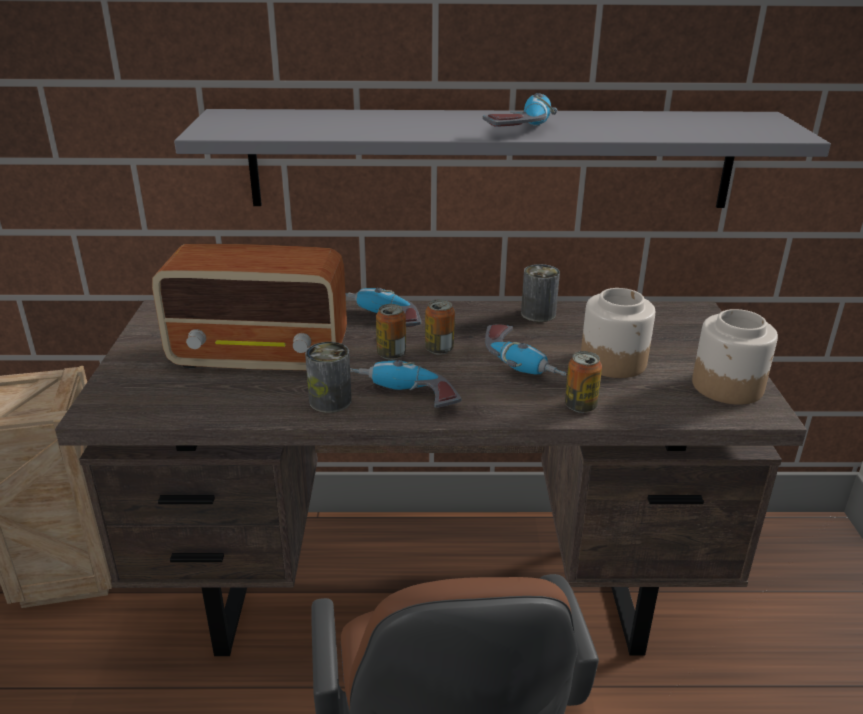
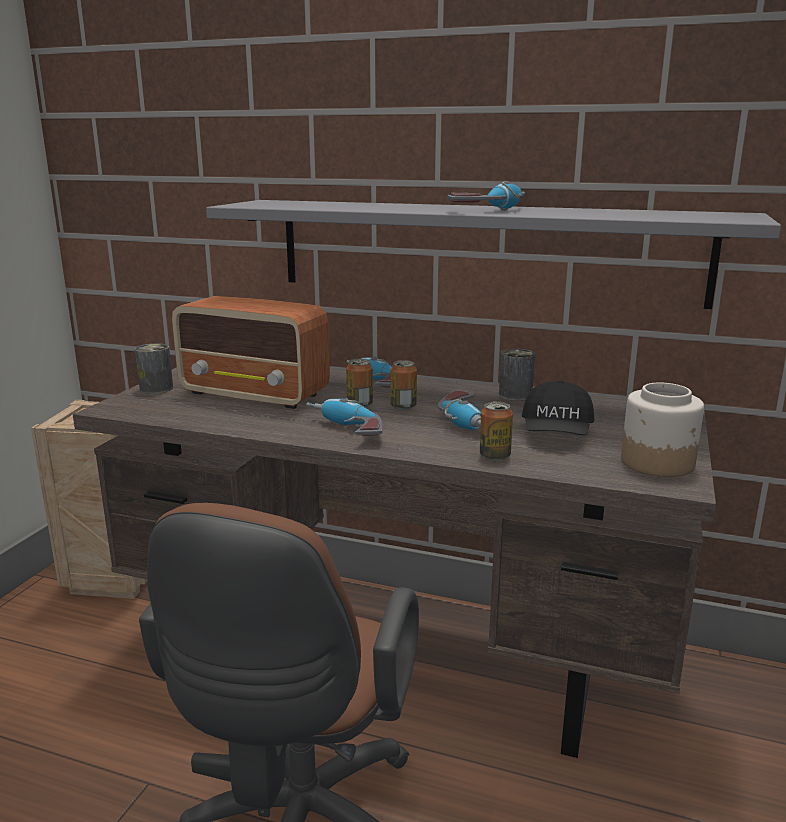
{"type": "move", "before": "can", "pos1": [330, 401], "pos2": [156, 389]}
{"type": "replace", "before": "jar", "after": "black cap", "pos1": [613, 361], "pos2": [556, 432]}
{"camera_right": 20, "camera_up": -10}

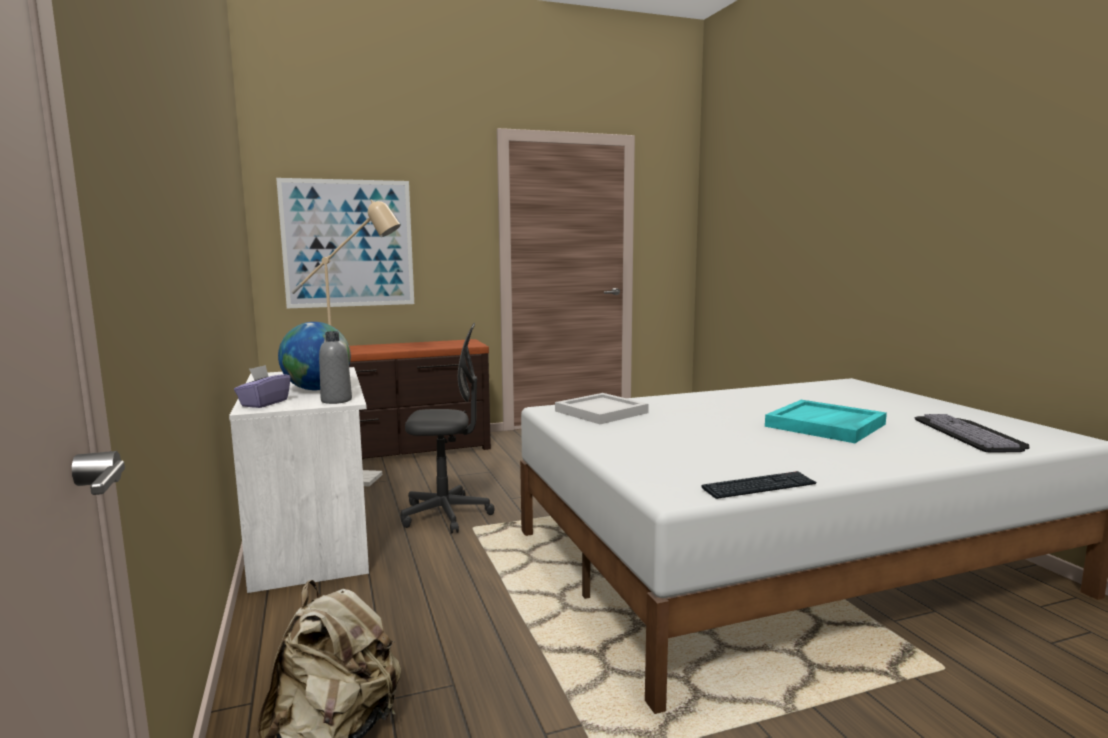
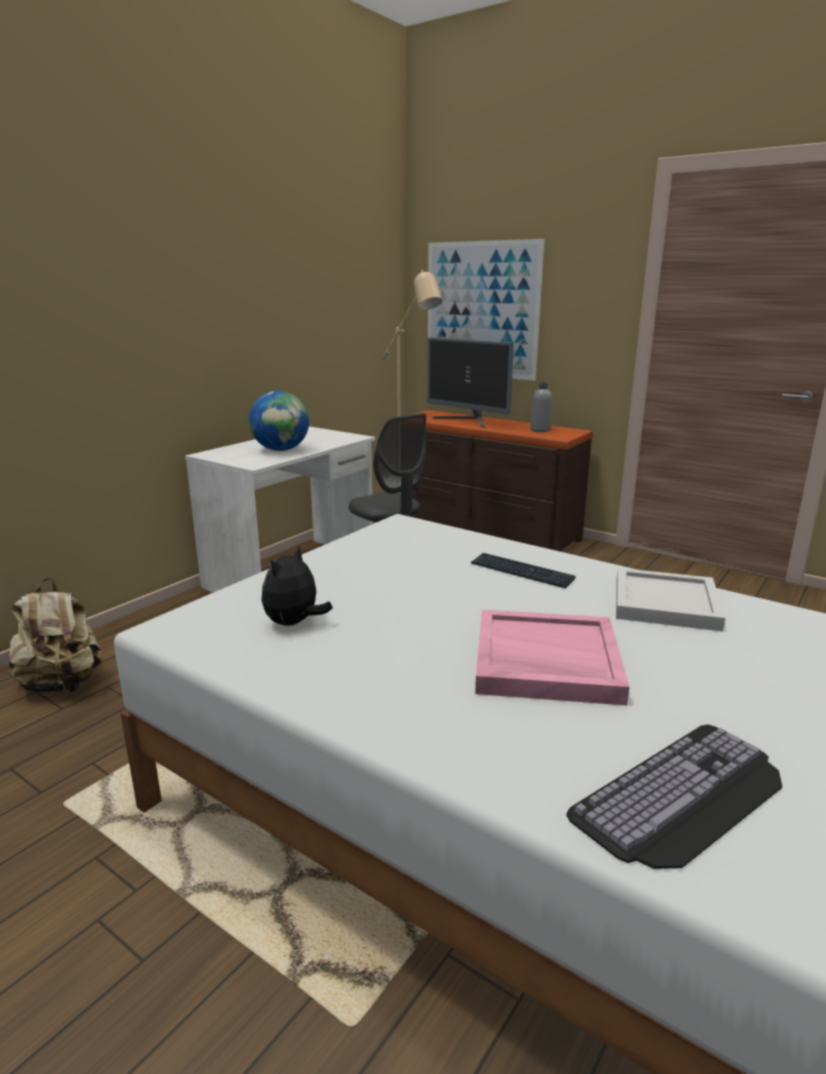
{"type": "delete", "before": "purple tissue box", "pos1": [264, 403]}
{"type": "insert", "after": "plush toy", "pos2": [294, 623]}
{"type": "insert", "after": "monitor", "pos2": [468, 421]}
{"type": "move", "before": "grey bottle", "pos1": [336, 400], "pos2": [540, 430]}
{"type": "move", "before": "white tray", "pos1": [601, 411], "pos2": [667, 603]}
{"type": "move", "before": "keyboard", "pos1": [759, 487], "pos2": [521, 572]}
{"type": "recolor", "before": "turquoise tray", "after": "pink tray", "pos1": [825, 425], "pos2": [545, 661]}
{"camera_right": 55, "camera_up": 10}

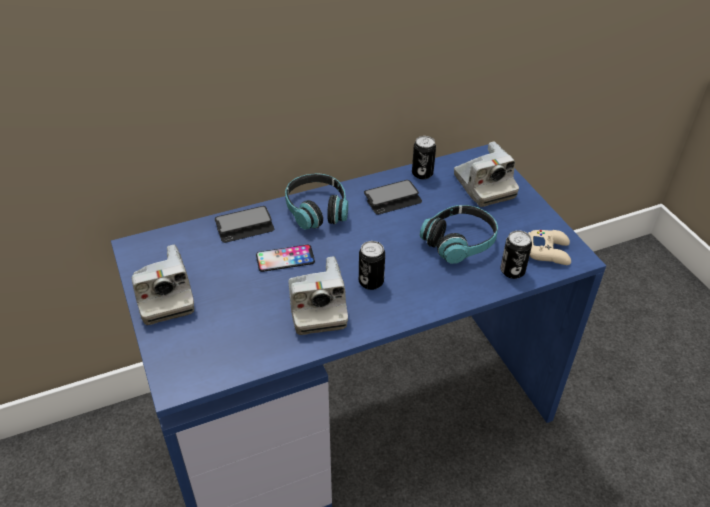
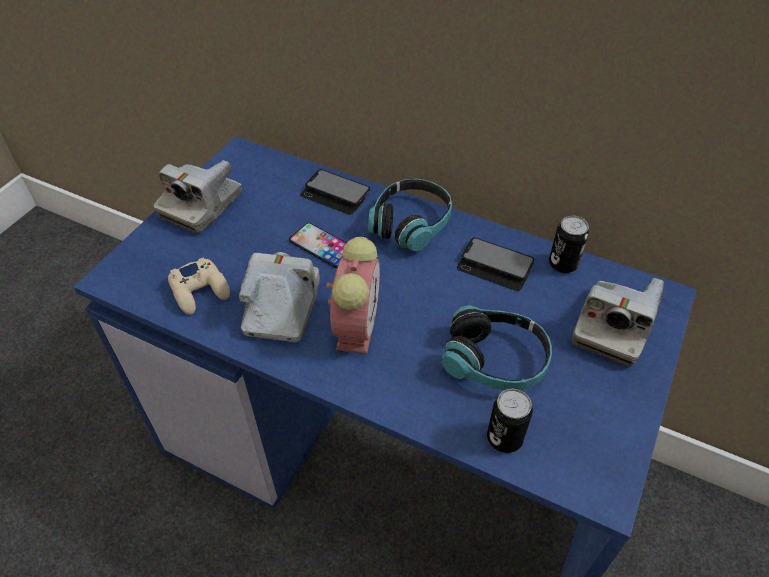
{"type": "move", "before": "beige game controller", "pos1": [548, 251], "pos2": [200, 290]}
{"type": "replace", "before": "can", "after": "alarm clock", "pos1": [371, 282], "pos2": [356, 325]}
{"type": "rotate", "before": "photo camera", "pos1": [317, 307], "pos2": [282, 308], "turn": 150}
{"camera_right": 50, "camera_up": 5}

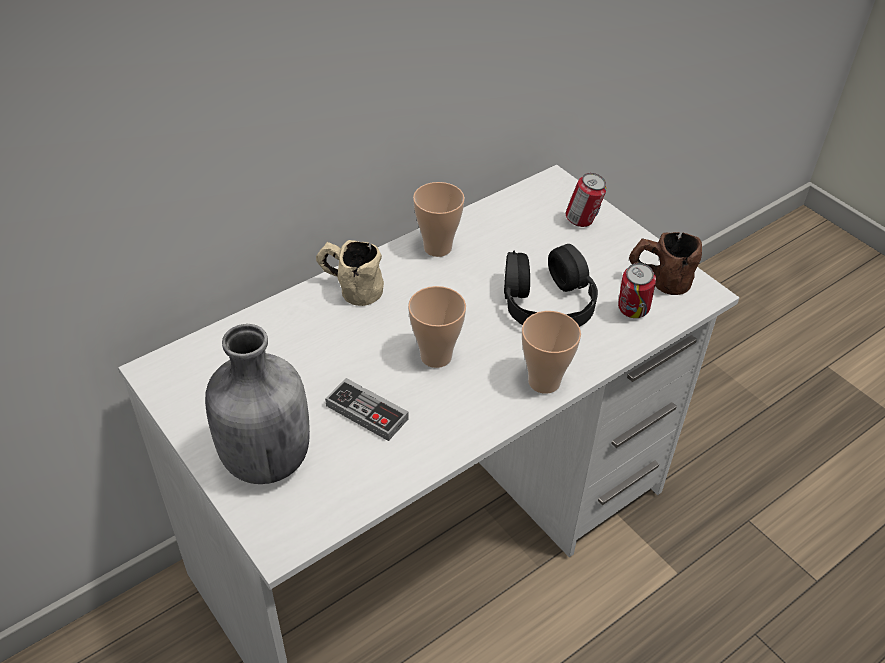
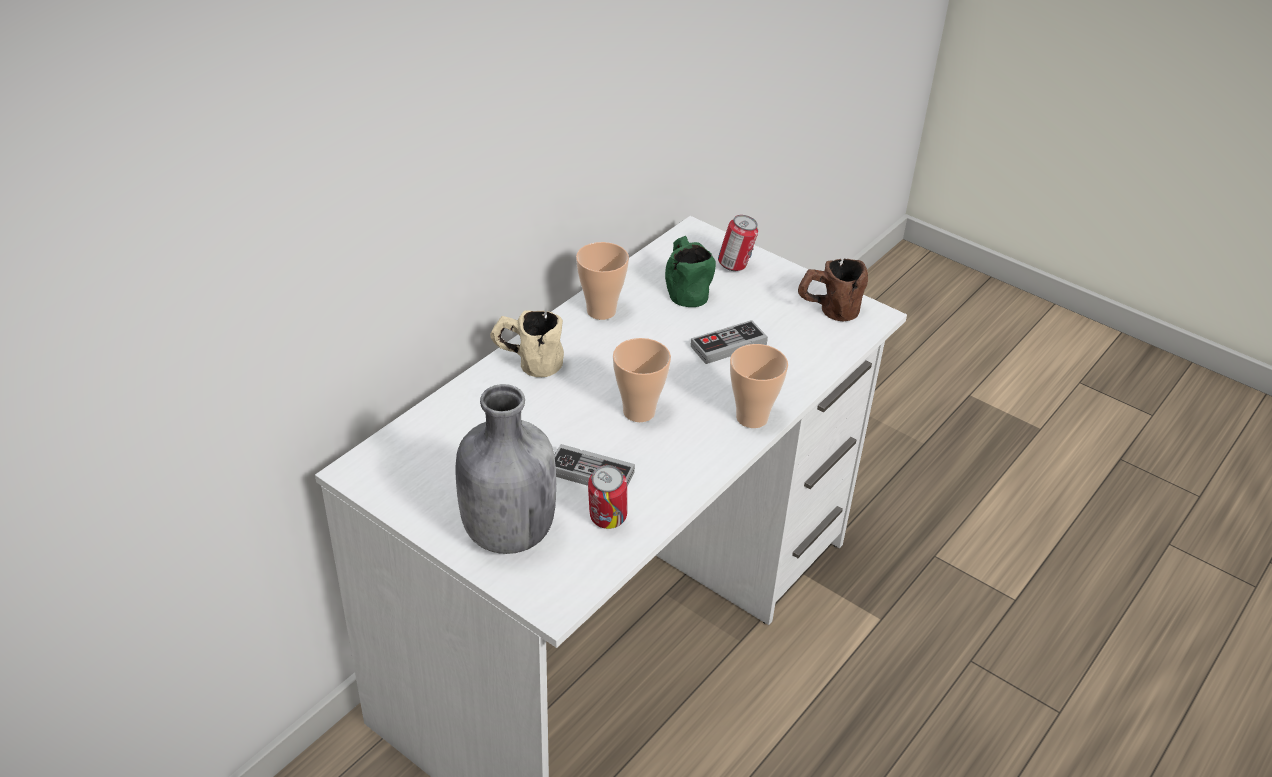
{"type": "insert", "after": "green mug", "pos2": [684, 288]}
{"type": "move", "before": "can", "pos1": [632, 312], "pos2": [607, 521]}
{"type": "replace", "before": "black headphones", "after": "game controller", "pos1": [547, 302], "pos2": [728, 345]}
{"camera_right": -15, "camera_up": -5}

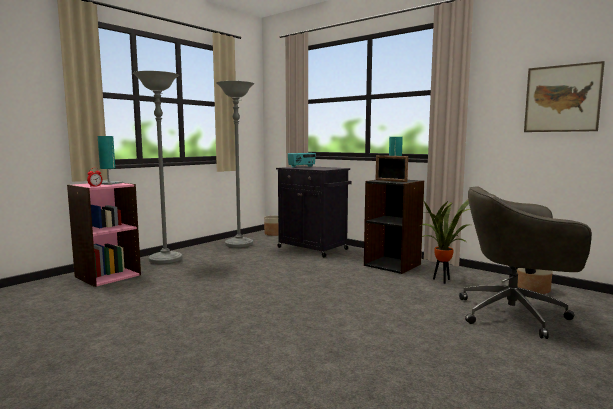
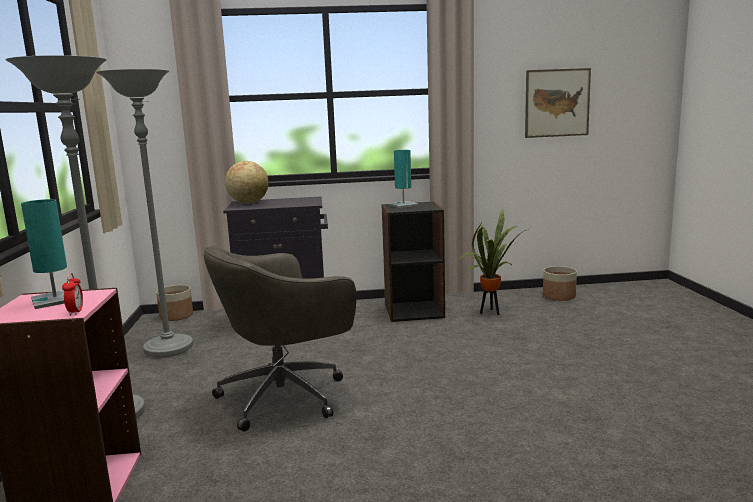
{"type": "delete", "before": "picture frame", "pos1": [390, 181]}
{"type": "move", "before": "grey office chair", "pos1": [515, 315], "pos2": [286, 396]}
{"type": "replace", "before": "radio", "after": "globe", "pos1": [302, 166], "pos2": [248, 203]}
{"camera_right": -45, "camera_up": 5}

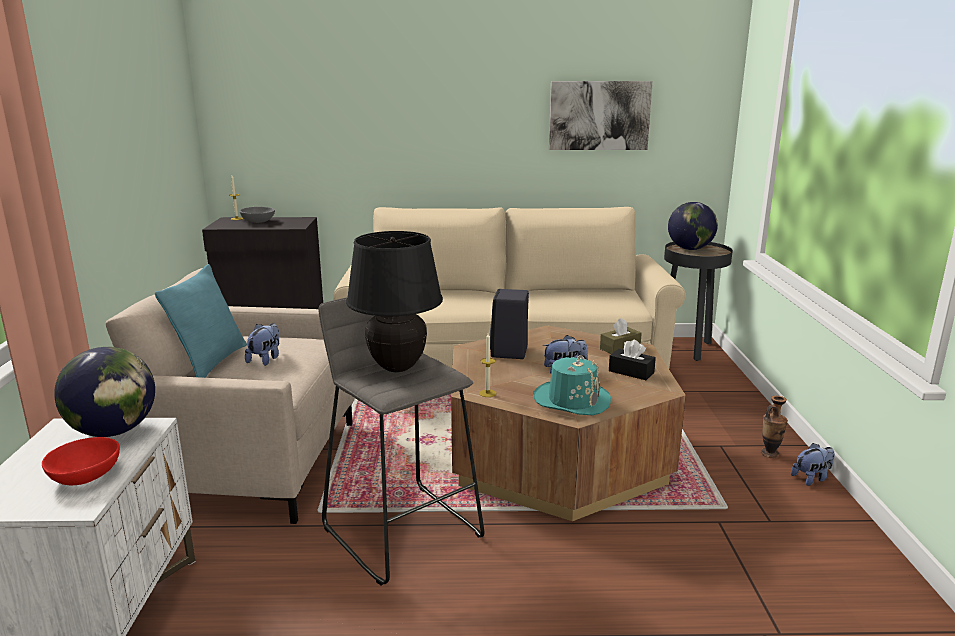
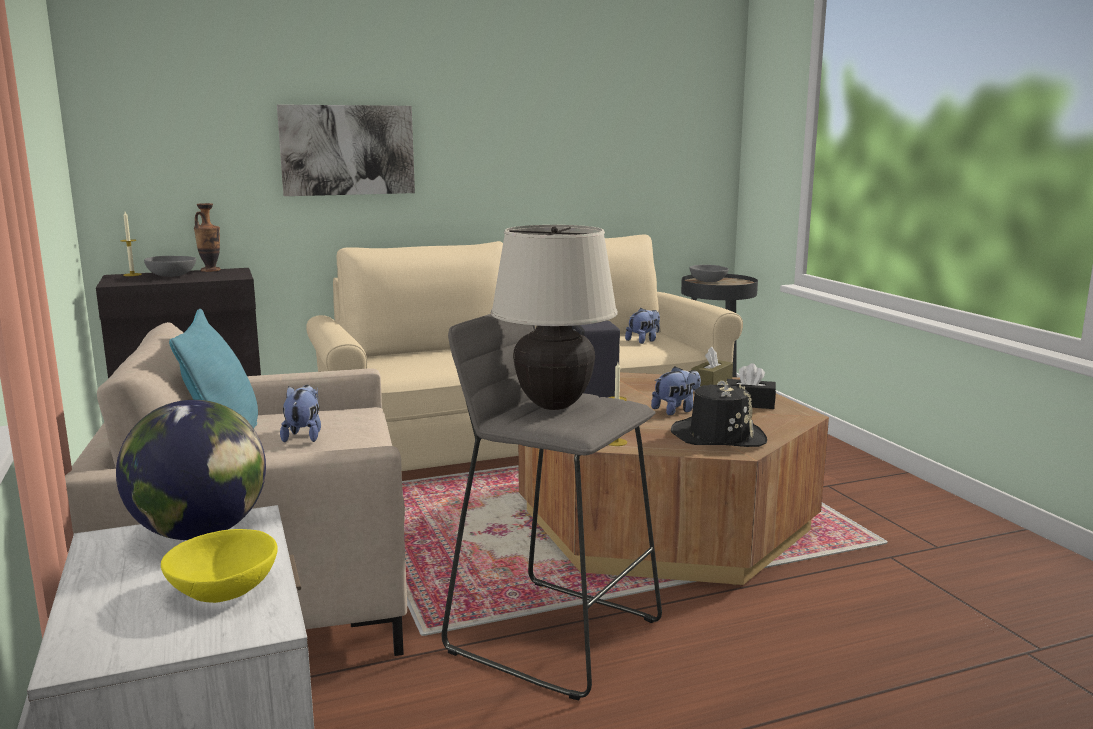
{"type": "move", "before": "picture", "pos1": [599, 115], "pos2": [347, 150]}
{"type": "move", "before": "vase", "pos1": [769, 454], "pos2": [210, 270]}
{"type": "move", "before": "plush toy", "pos1": [811, 478], "pos2": [643, 341]}
{"type": "replace", "before": "globe", "after": "grey bowl", "pos1": [690, 249], "pos2": [708, 281]}
{"type": "recolor", "before": "red bowl", "after": "yellow bowl", "pos1": [84, 476], "pos2": [222, 589]}
{"type": "recolor", "before": "black table lamp", "after": "beige table lamp", "pos1": [397, 367], "pos2": [553, 405]}
{"type": "recolor", "before": "turquoise hat", "after": "black hat", "pos1": [572, 400], "pos2": [718, 436]}
{"camera_right": -20, "camera_up": -5}

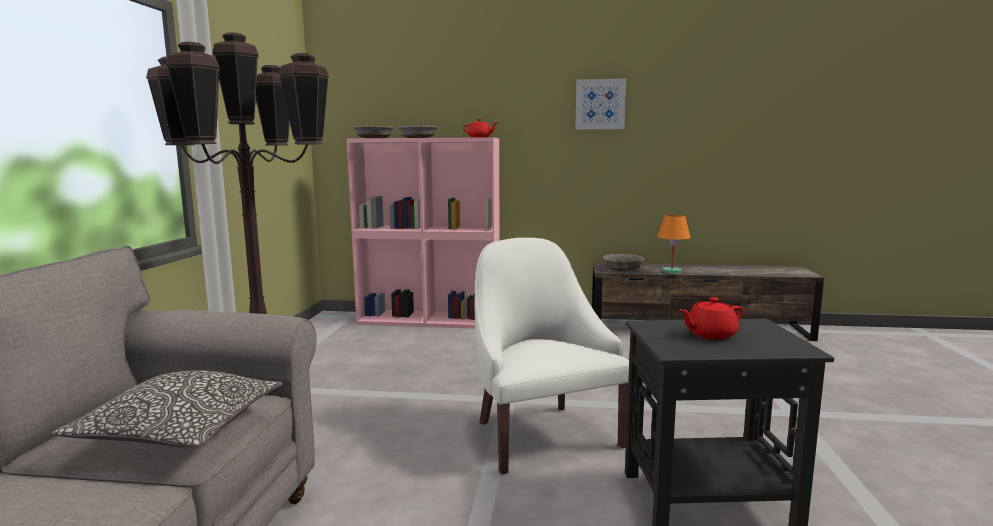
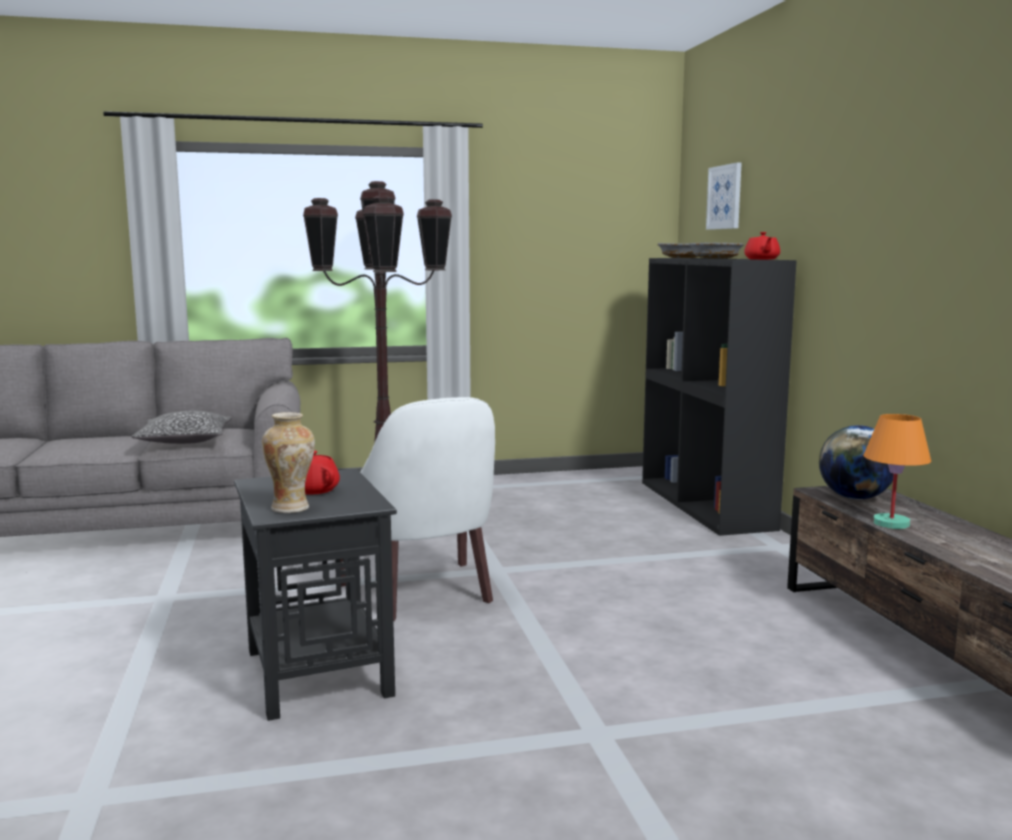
{"type": "insert", "after": "vase", "pos2": [291, 508]}
{"type": "move", "before": "picture", "pos1": [600, 104], "pos2": [725, 197]}
{"type": "replace", "before": "grey bowl", "after": "globe", "pos1": [622, 268], "pos2": [854, 498]}
{"type": "recolor", "before": "pink bookcase", "after": "black bookcase", "pos1": [431, 320], "pos2": [706, 505]}
{"type": "rotate", "before": "white armchair", "pos1": [542, 434], "pos2": [422, 592], "turn": 105}
{"camera_right": 70, "camera_up": 0}

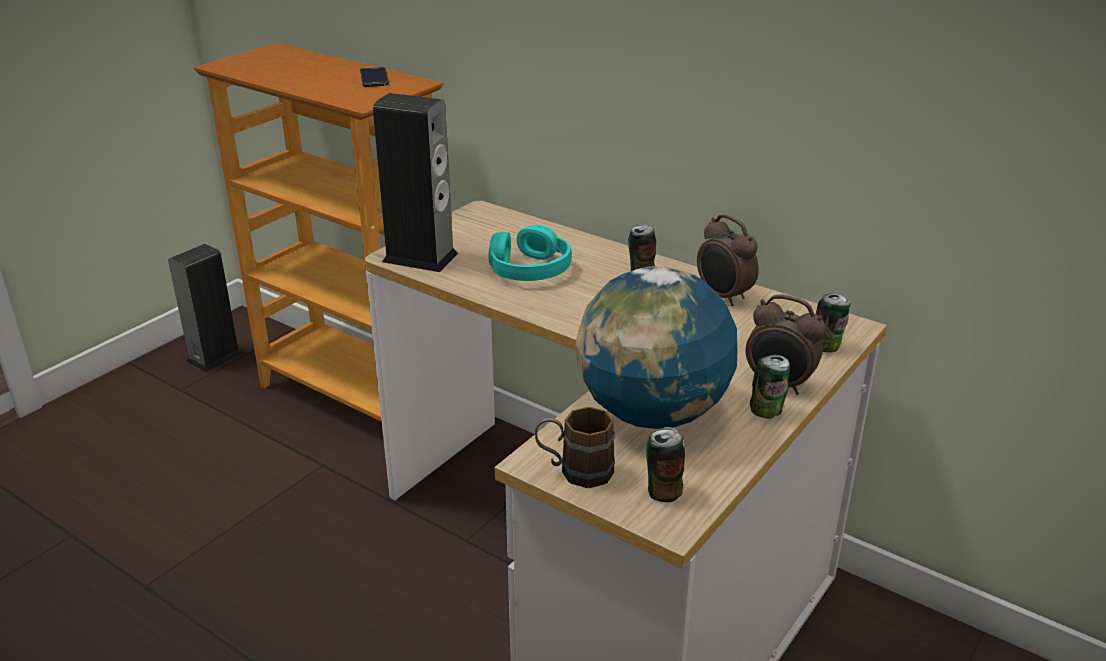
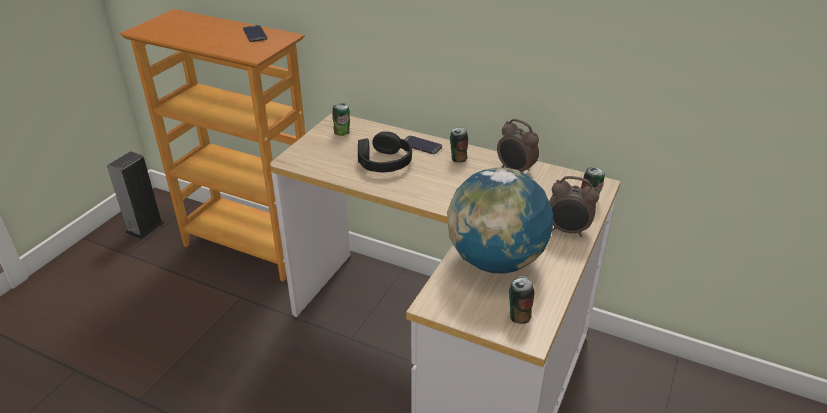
{"type": "delete", "before": "speaker", "pos1": [420, 257]}
{"type": "delete", "before": "brown mug", "pos1": [574, 471]}
{"type": "insert", "after": "phone", "pos2": [421, 145]}
{"type": "move", "before": "can", "pos1": [767, 412], "pos2": [342, 133]}
{"type": "recolor", "before": "turquoise headphones", "after": "black headphones", "pos1": [529, 269], "pos2": [384, 162]}
{"camera_right": -10, "camera_up": 5}

